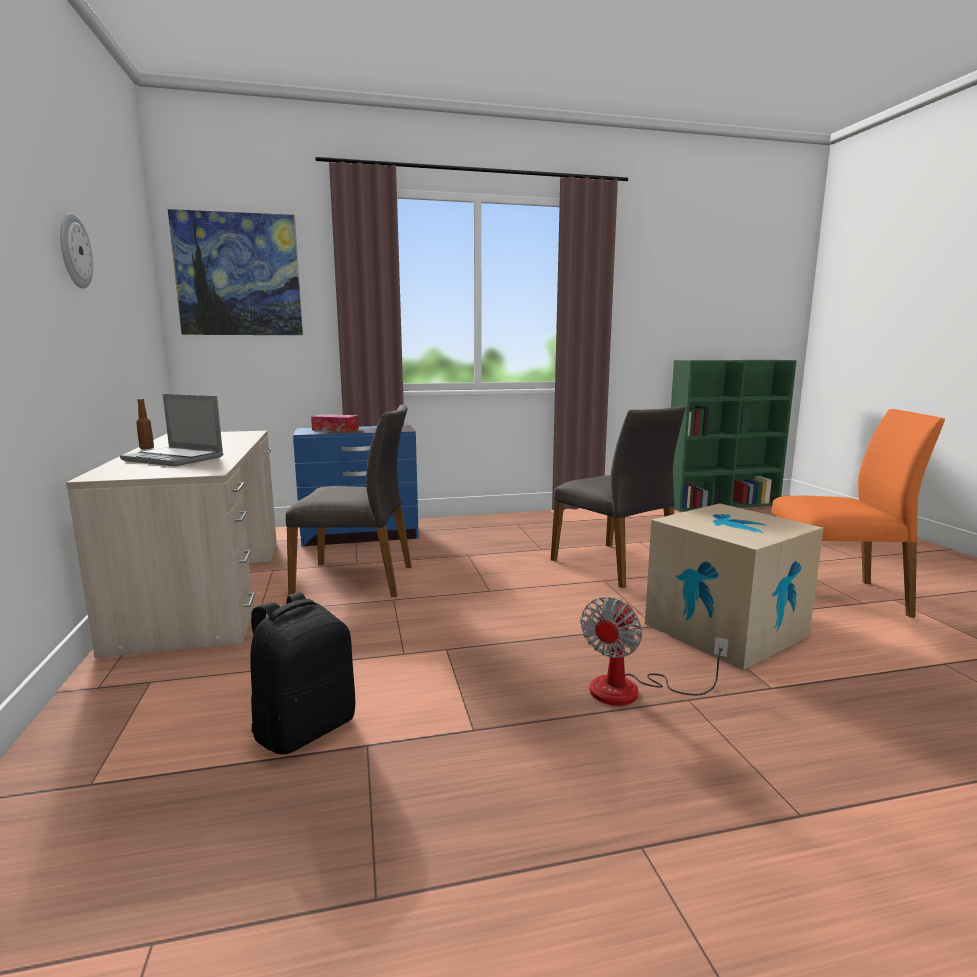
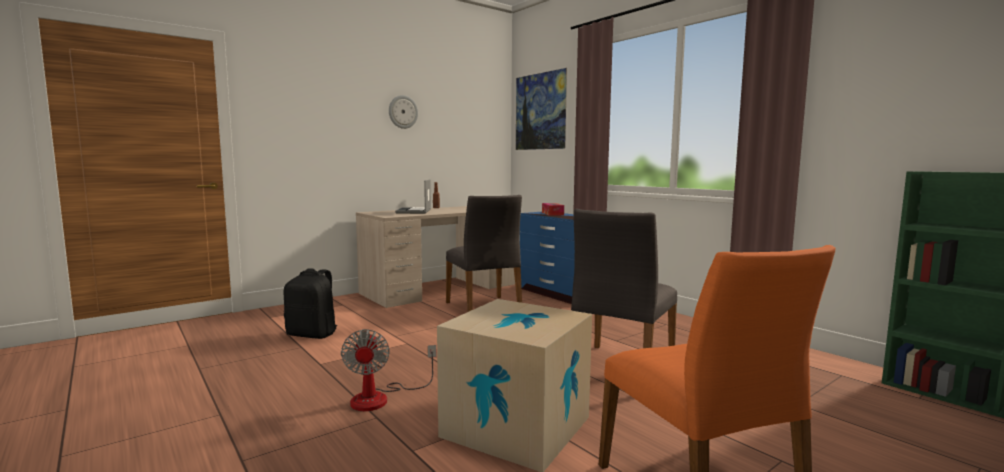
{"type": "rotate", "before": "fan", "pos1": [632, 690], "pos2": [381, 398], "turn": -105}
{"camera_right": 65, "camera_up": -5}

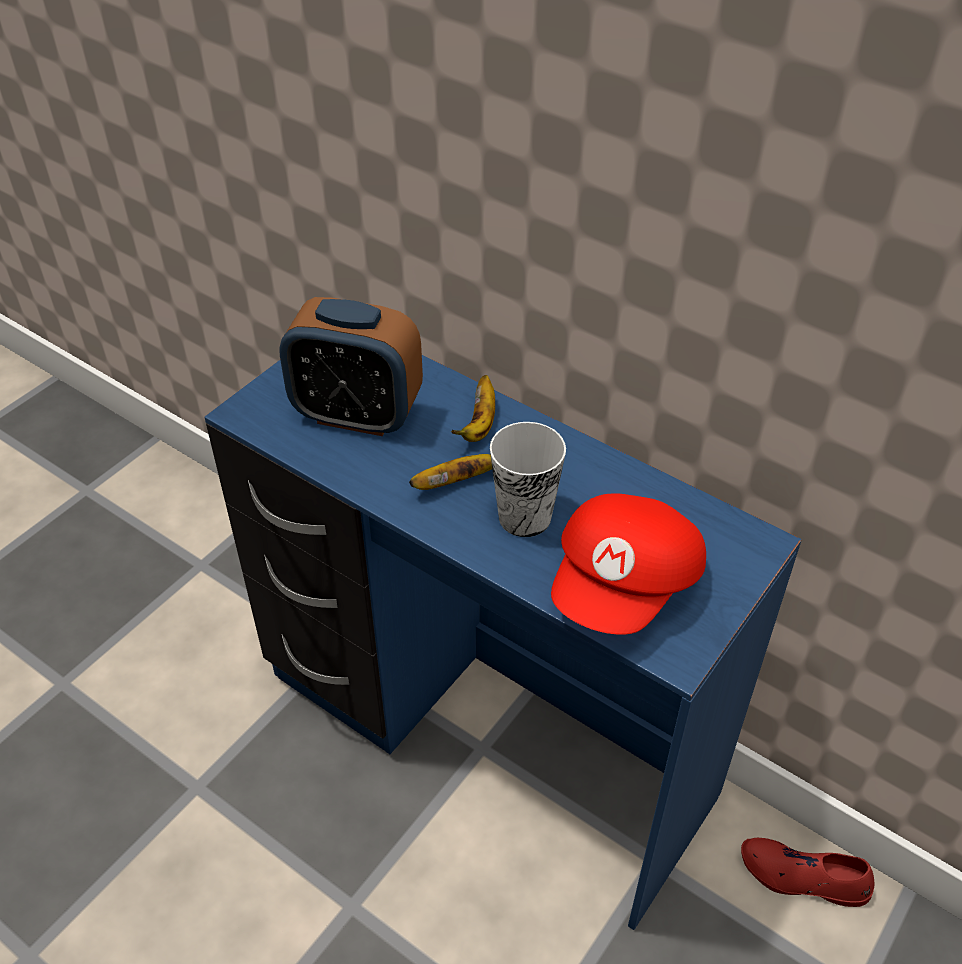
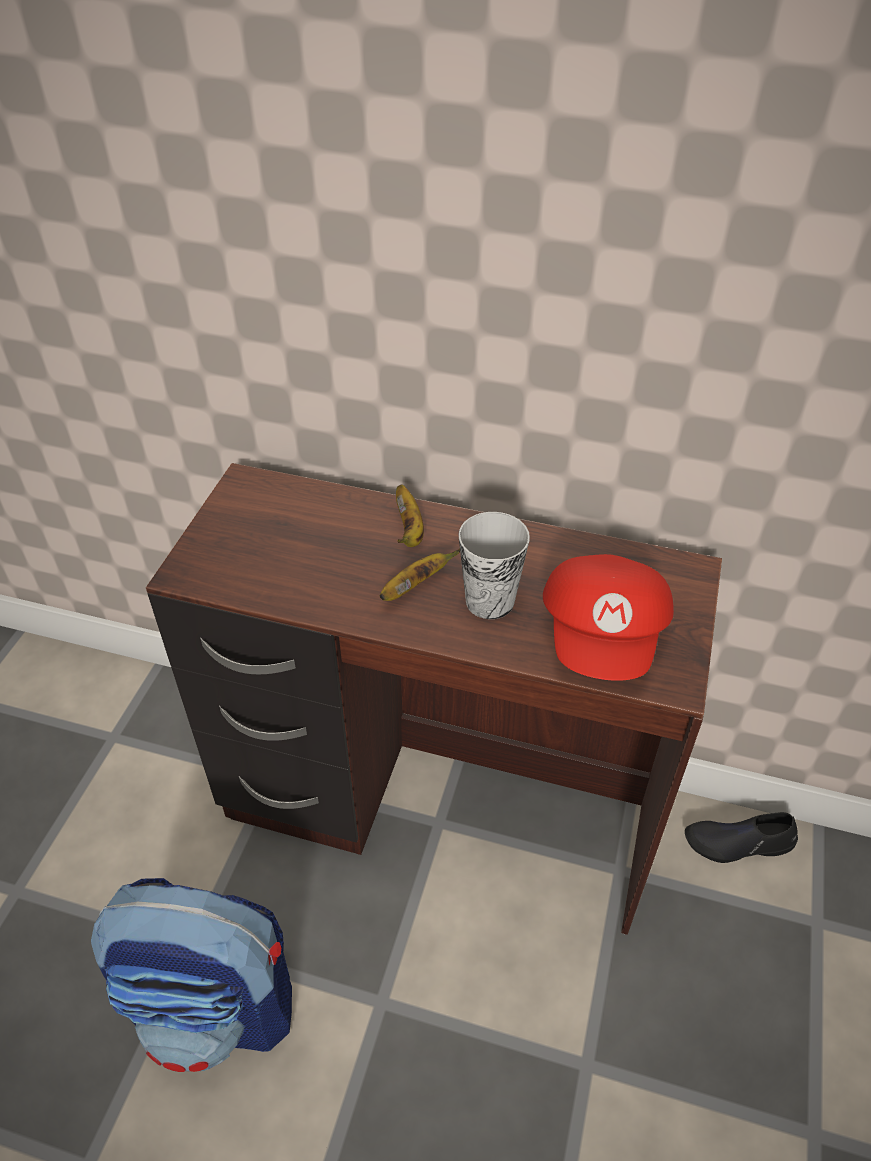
{"type": "delete", "before": "alarm clock", "pos1": [357, 415]}
{"type": "insert", "after": "backpack", "pos2": [217, 1005]}
{"type": "recolor", "before": "blue desk", "after": "brown desk", "pos1": [484, 738], "pos2": [437, 813]}
{"type": "recolor", "before": "red shoe", "after": "black shoe", "pos1": [803, 876], "pos2": [738, 842]}
{"camera_right": -20, "camera_up": 0}

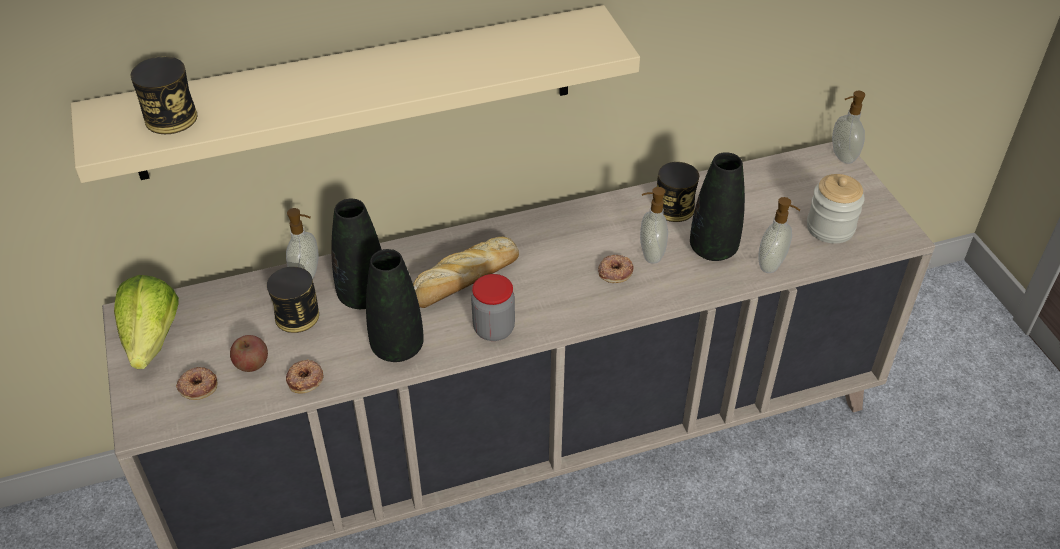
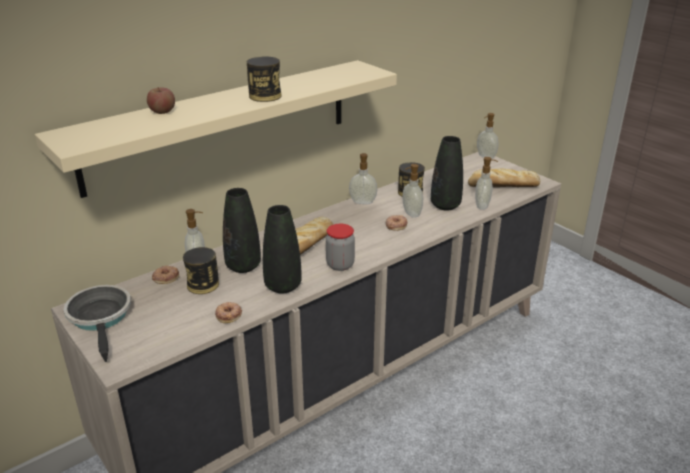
{"type": "insert", "after": "soap dispenser", "pos2": [363, 202]}
{"type": "move", "before": "can", "pos1": [171, 118], "pos2": [265, 96]}
{"type": "move", "before": "donut", "pos1": [198, 386], "pos2": [165, 277]}
{"type": "move", "before": "apple", "pos1": [251, 363], "pos2": [162, 111]}
{"type": "replace", "before": "lettuce", "after": "frying pan", "pos1": [152, 339], "pos2": [101, 318]}
{"type": "replace", "before": "jar", "after": "bread", "pos1": [830, 228], "pos2": [502, 185]}
{"camera_right": -20, "camera_up": -15}

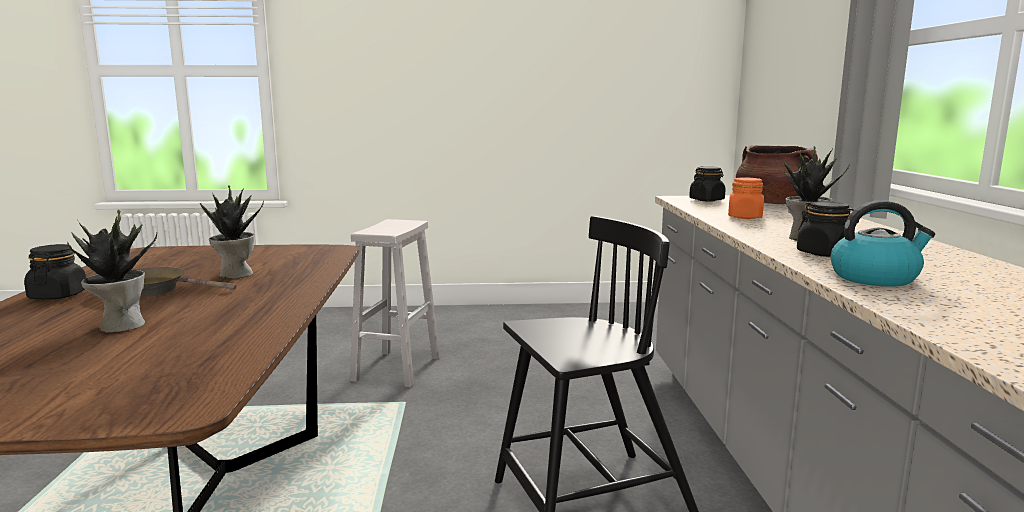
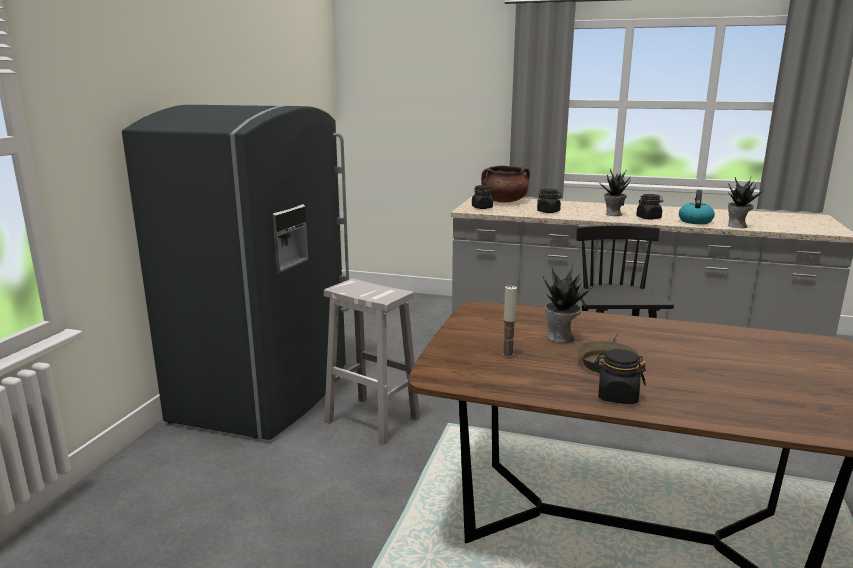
{"type": "insert", "after": "grey fridge", "pos2": [266, 393]}
{"type": "insert", "after": "candle", "pos2": [508, 355]}
{"type": "move", "before": "potted plant", "pos1": [120, 325], "pos2": [737, 226]}
{"type": "recolor", "before": "orange jar", "after": "black jar", "pos1": [745, 217], "pos2": [548, 211]}
{"camera_right": -70, "camera_up": 5}

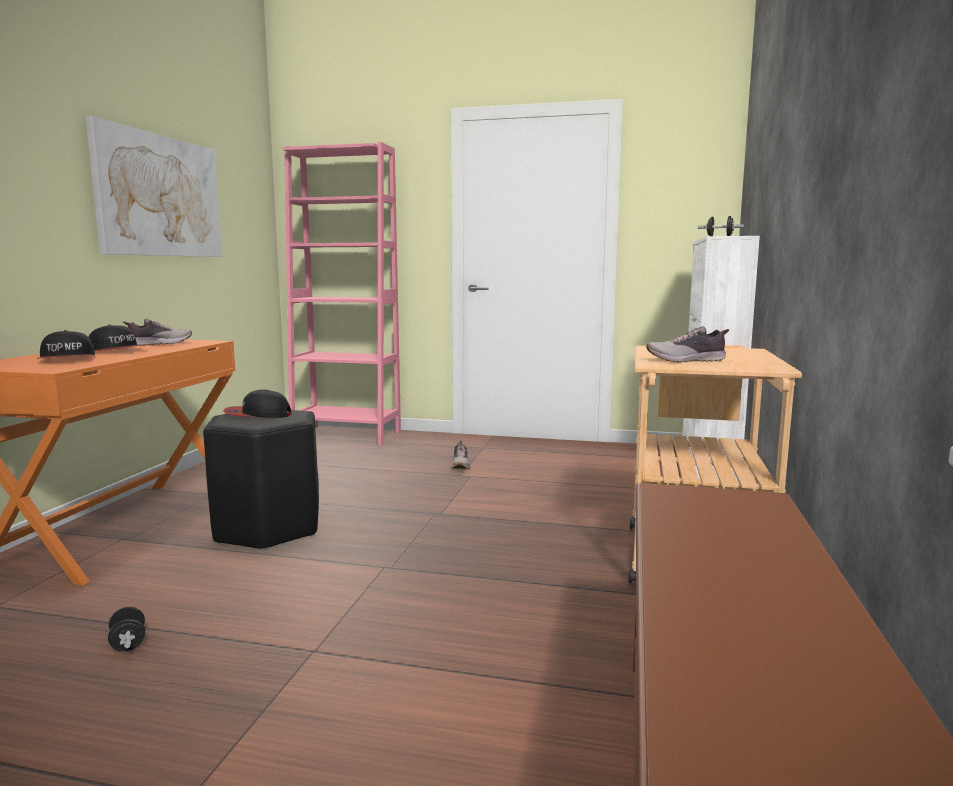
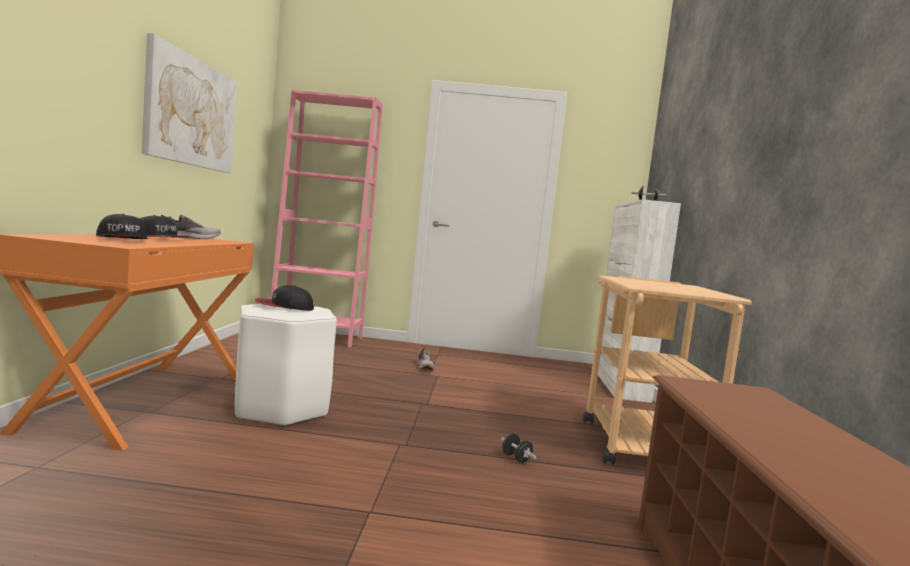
{"type": "delete", "before": "shoe", "pos1": [686, 360]}
{"type": "move", "before": "black dumbbell", "pos1": [128, 643], "pos2": [516, 458]}
{"type": "recolor", "before": "black stool", "after": "white stool", "pos1": [268, 529], "pos2": [281, 409]}
{"camera_right": -10, "camera_up": -5}

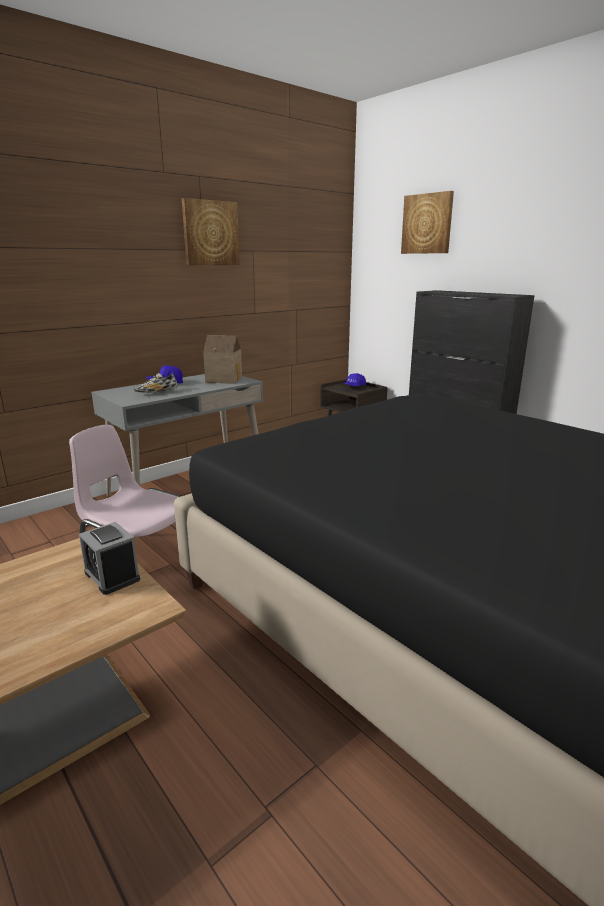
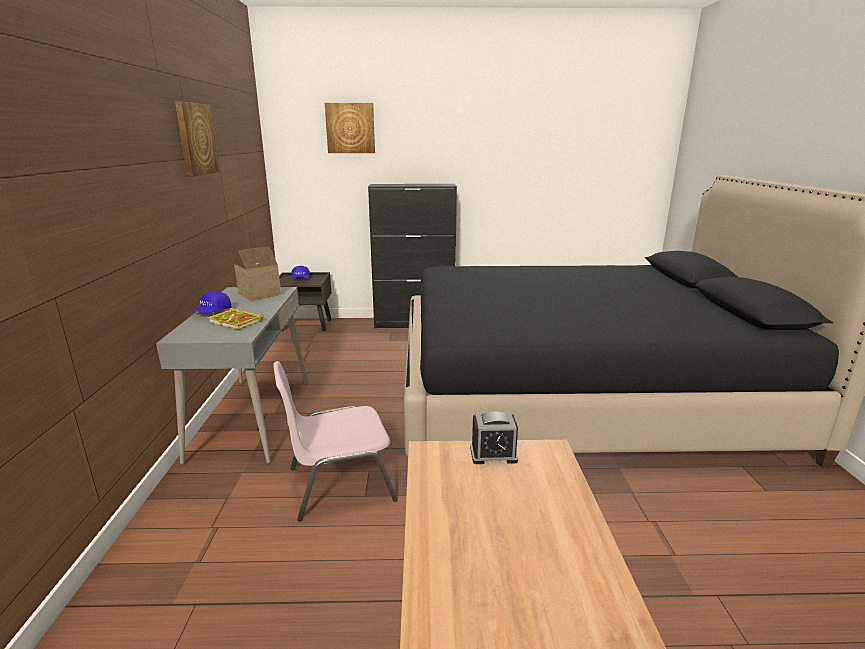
{"type": "replace", "before": "shoe", "after": "book", "pos1": [156, 392], "pos2": [237, 321]}
{"camera_right": -50, "camera_up": 0}

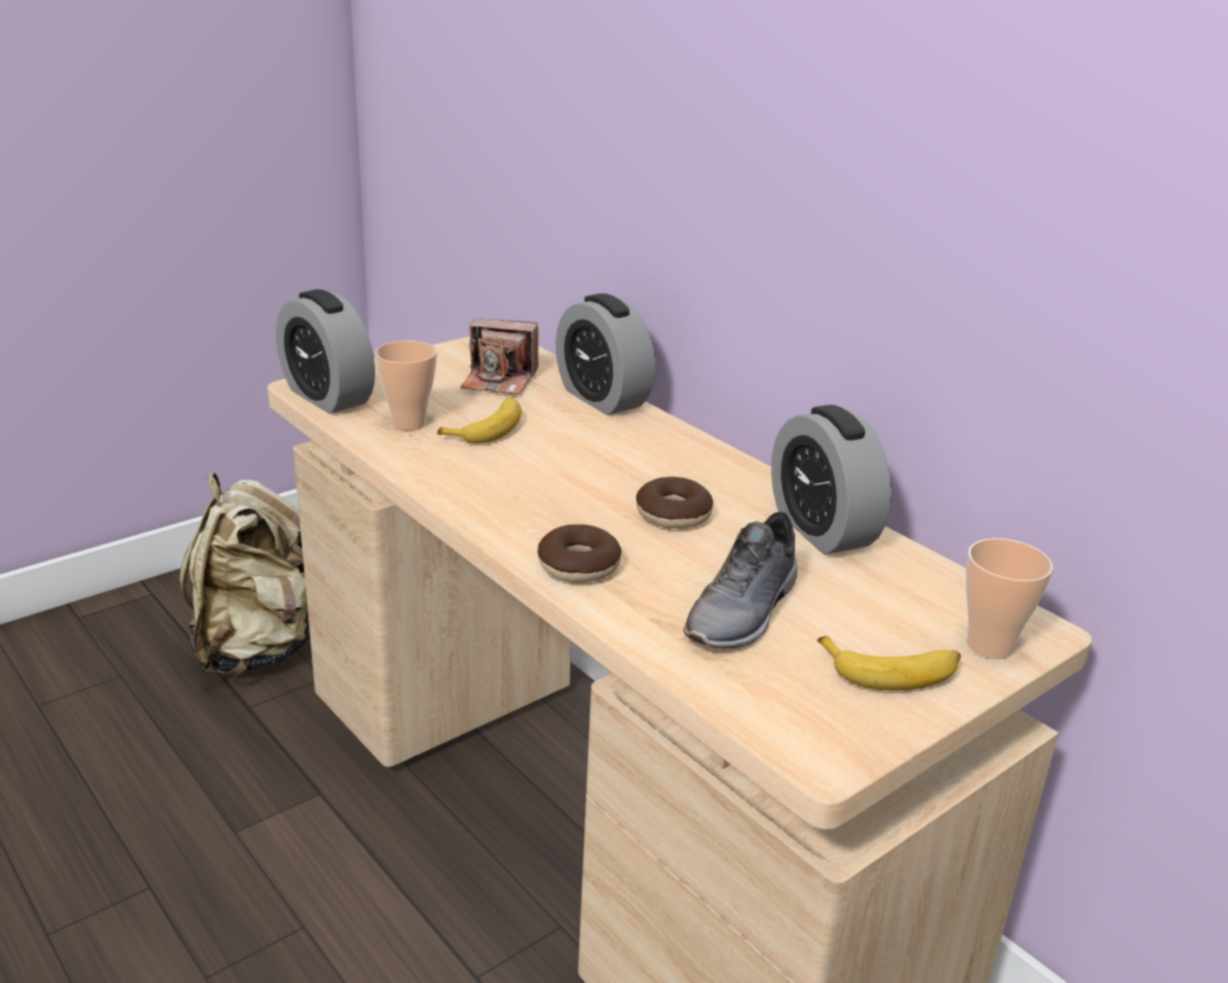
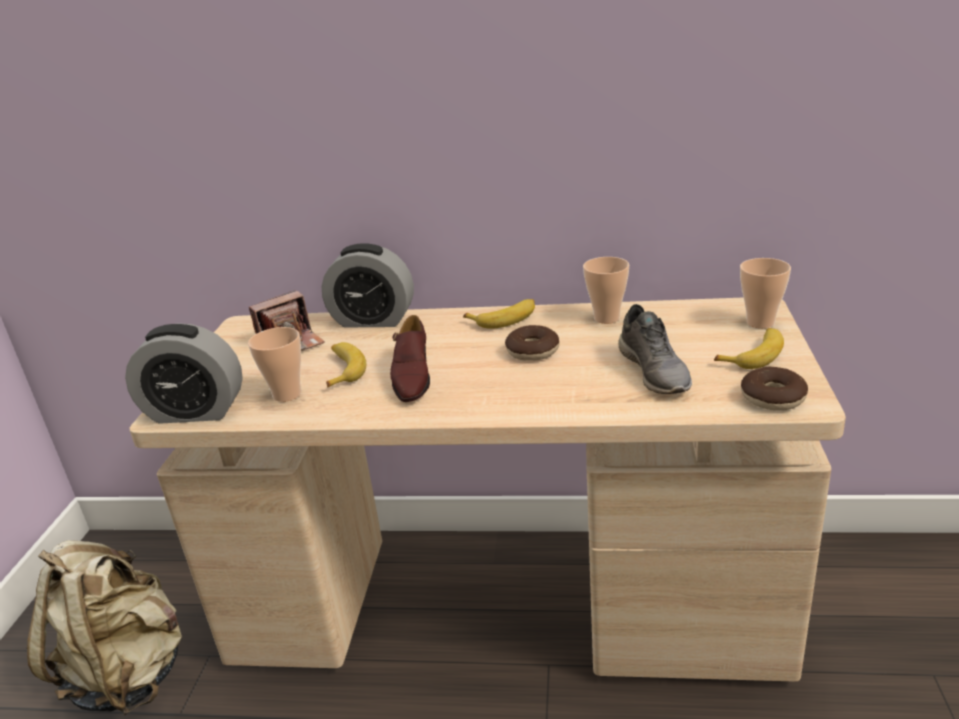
{"type": "insert", "after": "brown shoe", "pos2": [412, 377]}
{"type": "insert", "after": "banana", "pos2": [505, 319]}
{"type": "move", "before": "donut", "pos1": [578, 565], "pos2": [772, 398]}
{"type": "replace", "before": "alarm clock", "after": "cup", "pos1": [821, 529], "pos2": [606, 318]}
{"camera_right": -40, "camera_up": 0}

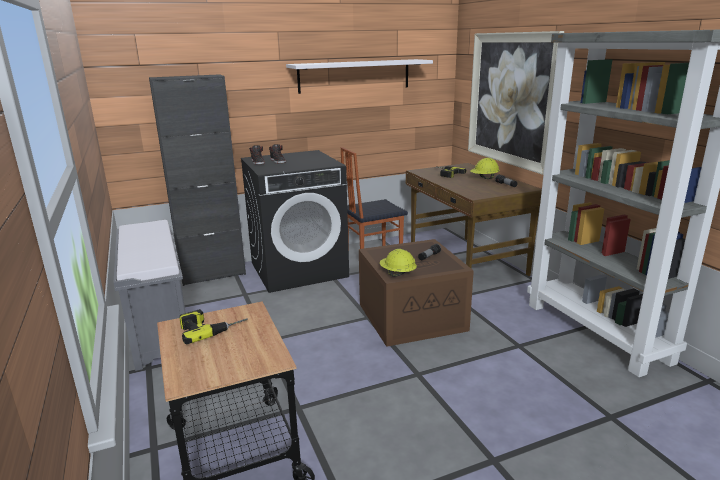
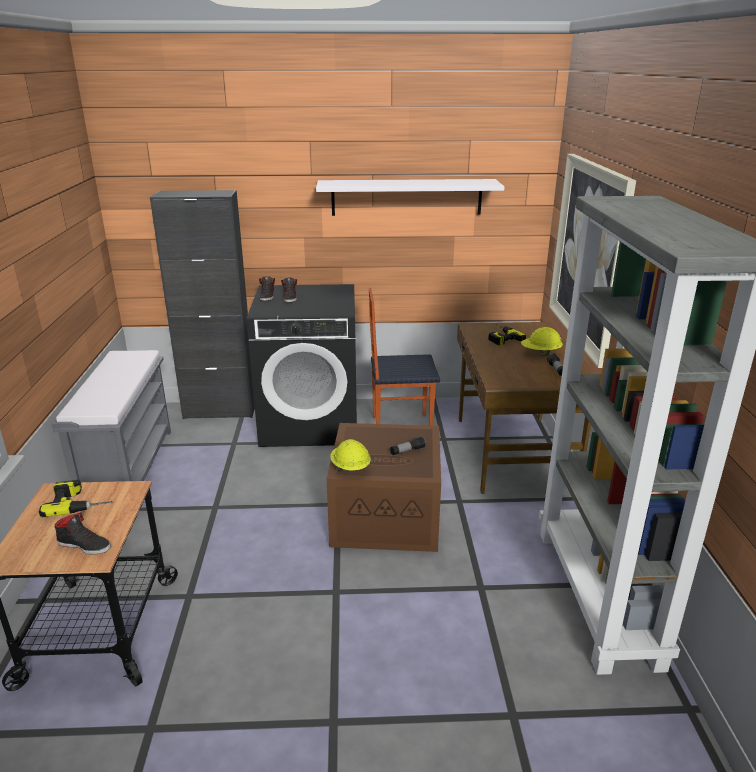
{"type": "insert", "after": "black shoe", "pos2": [85, 545]}
{"camera_right": 20, "camera_up": 5}

